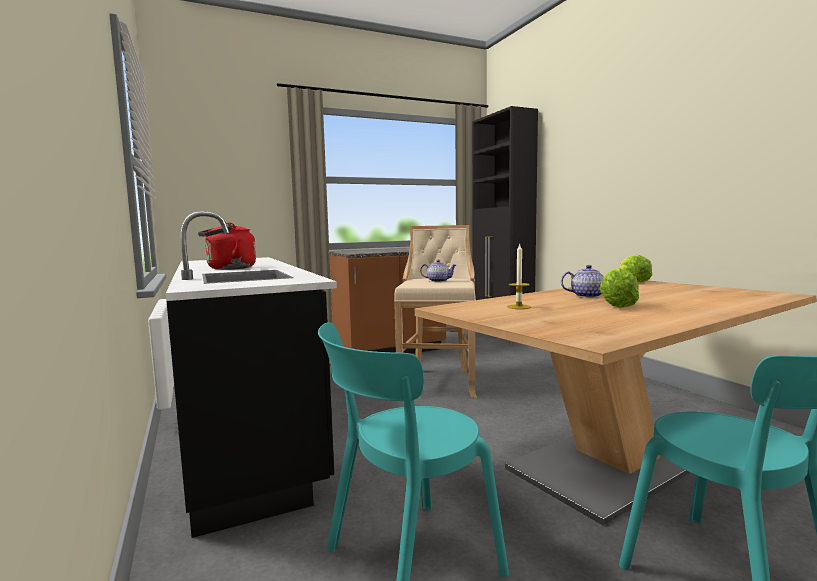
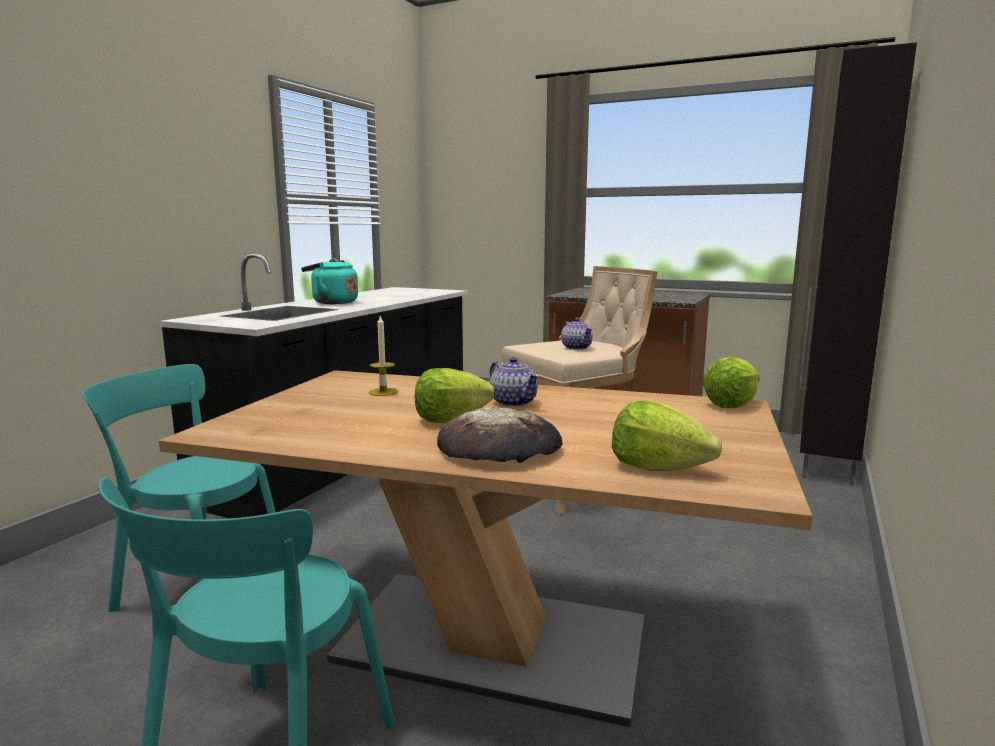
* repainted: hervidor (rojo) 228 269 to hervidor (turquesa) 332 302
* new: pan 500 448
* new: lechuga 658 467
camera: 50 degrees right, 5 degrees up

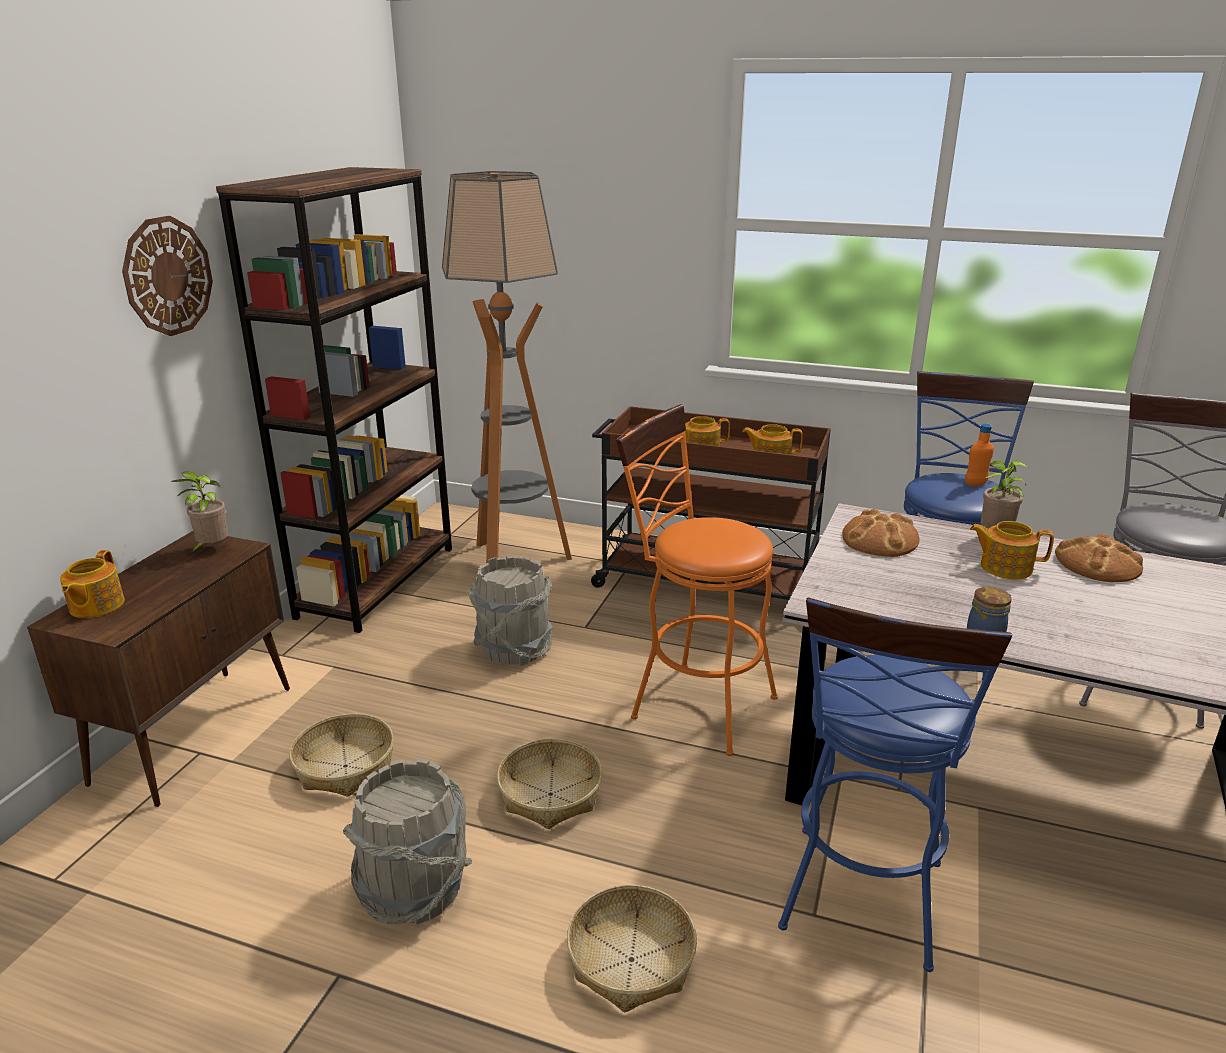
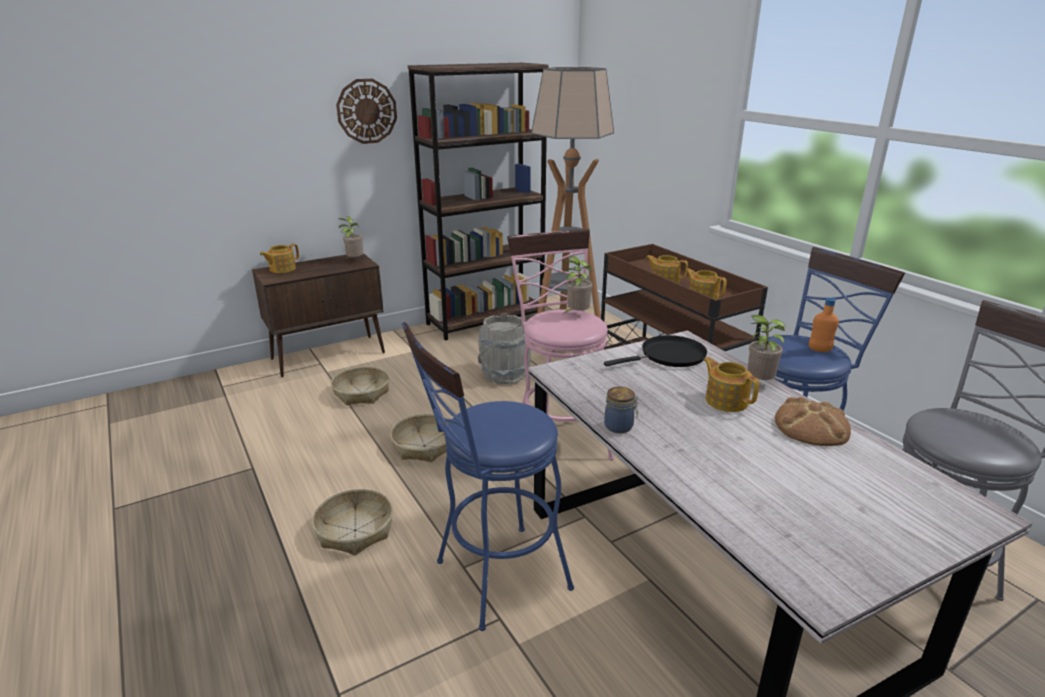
* repainted: taburete (naranja) 693 703 to taburete (rosa) 558 440
* new: planta en maceta 576 315
* swapped: pan 880 539 to sartén (negro) 669 356
* gone: cubo (gris) 415 889
camera: 40 degrees right, 0 degrees up

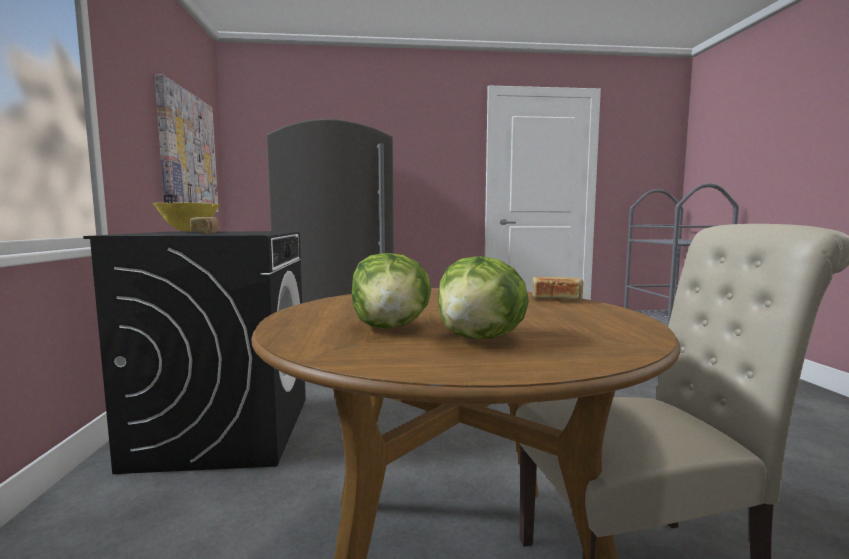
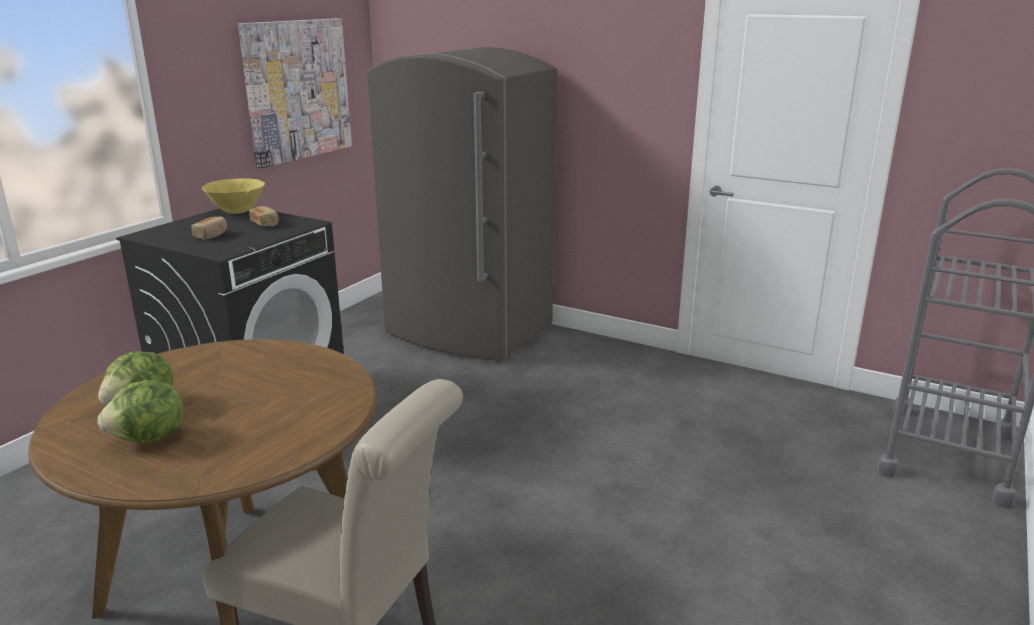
* shifted: pan 556 299 to 265 223
camera: 35 degrees right, 15 degrees up

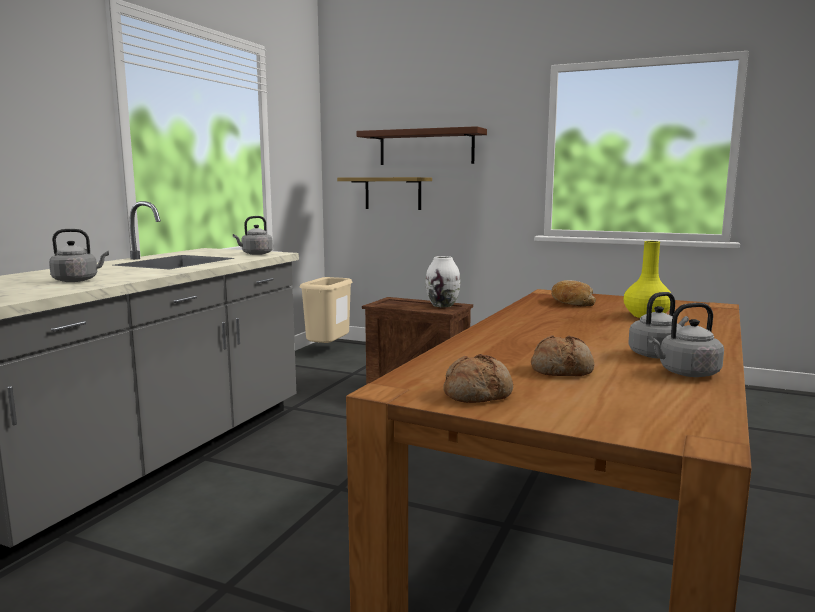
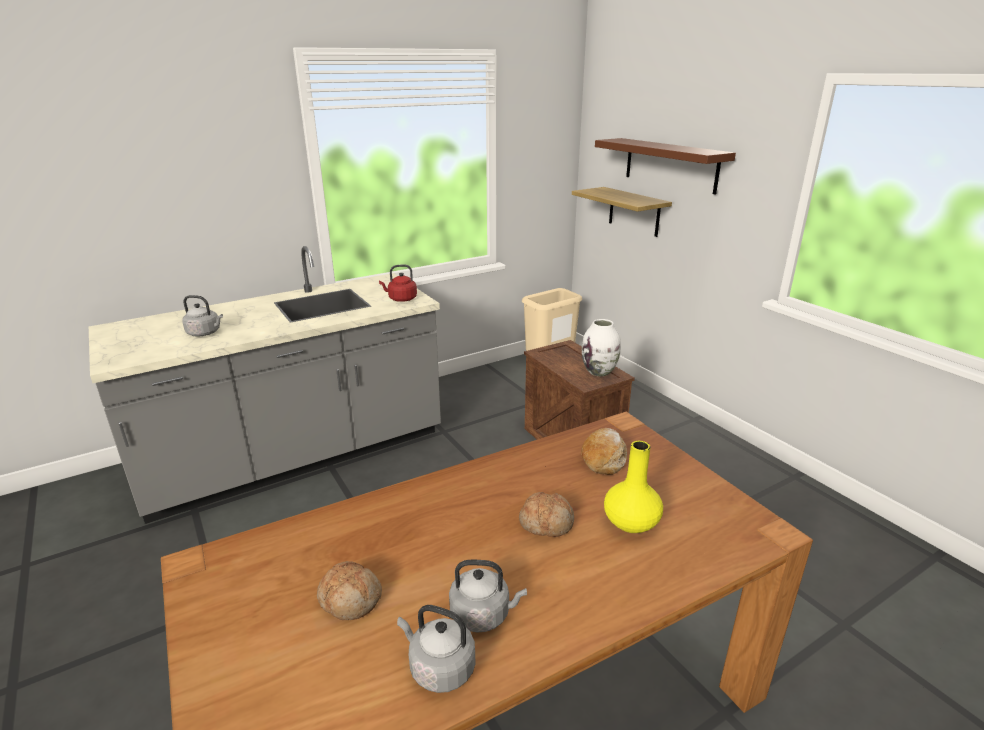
* repainted: hervidor (gris) 255 254 to hervidor (rojo) 401 299
* shifted: pan 477 394 to 547 522
camera: 35 degrees right, 15 degrees up

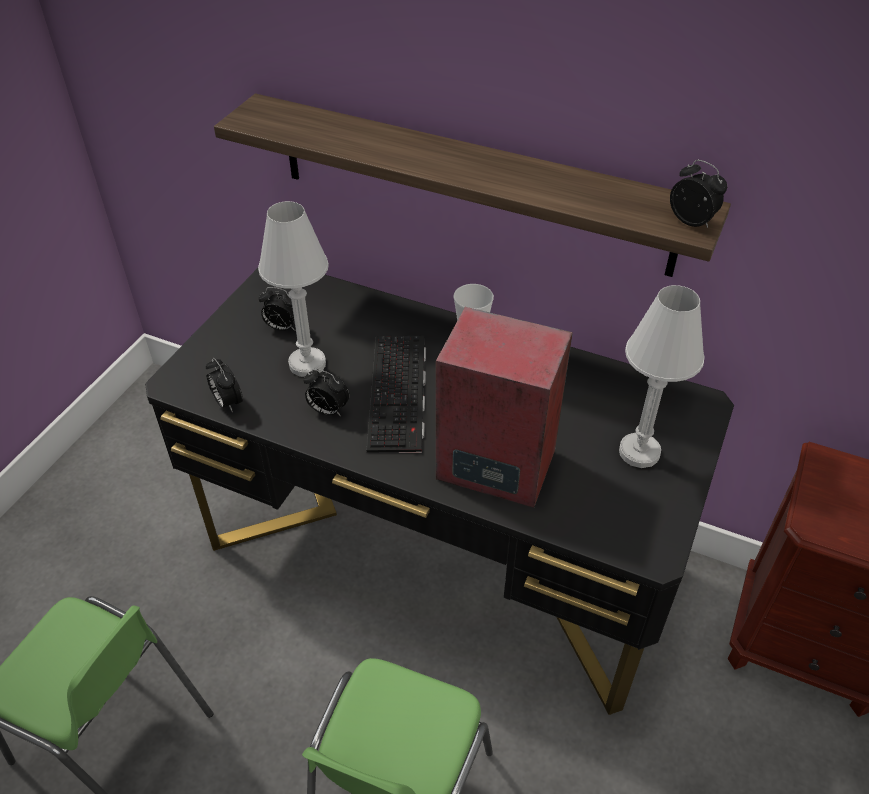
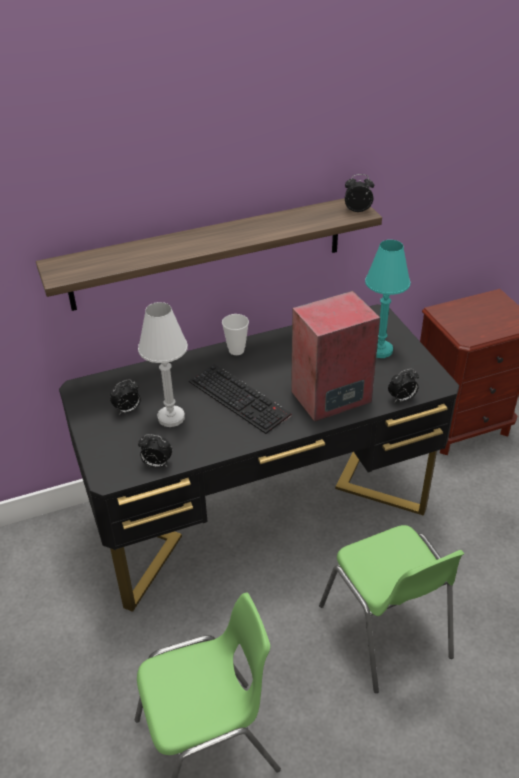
* repainted: lámpara de mesa (blanco) 639 452 to lámpara de mesa (turquesa) 380 350
* shifted: despertador 327 411 to 402 399
camera: 45 degrees left, 5 degrees down

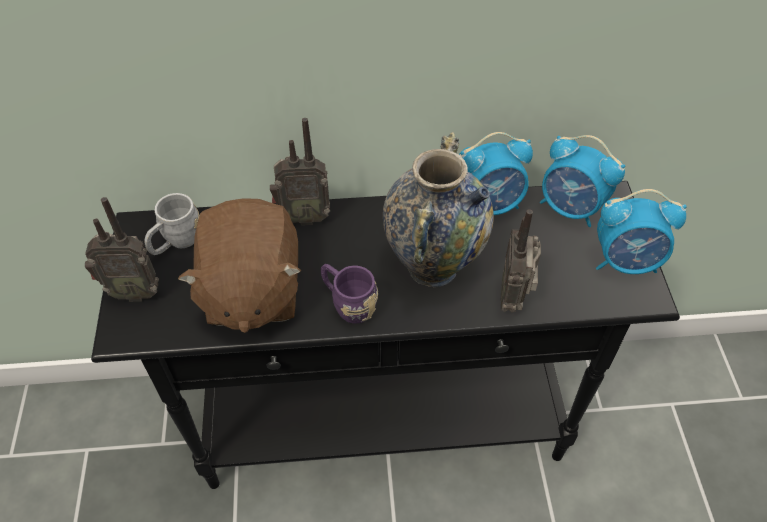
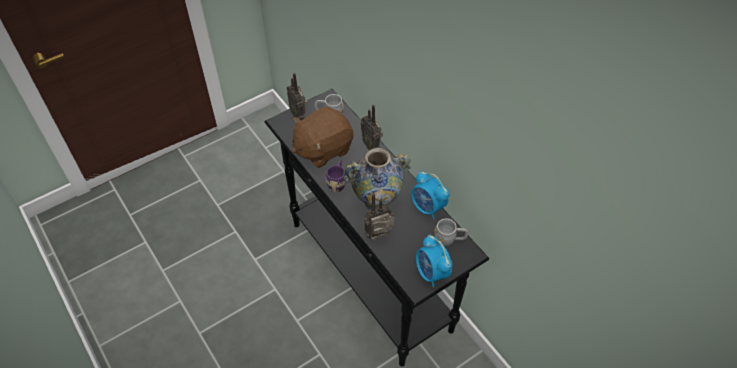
* swapped: despertador 570 208 to taza grande (gris) 449 240
camera: 60 degrees right, 0 degrees up

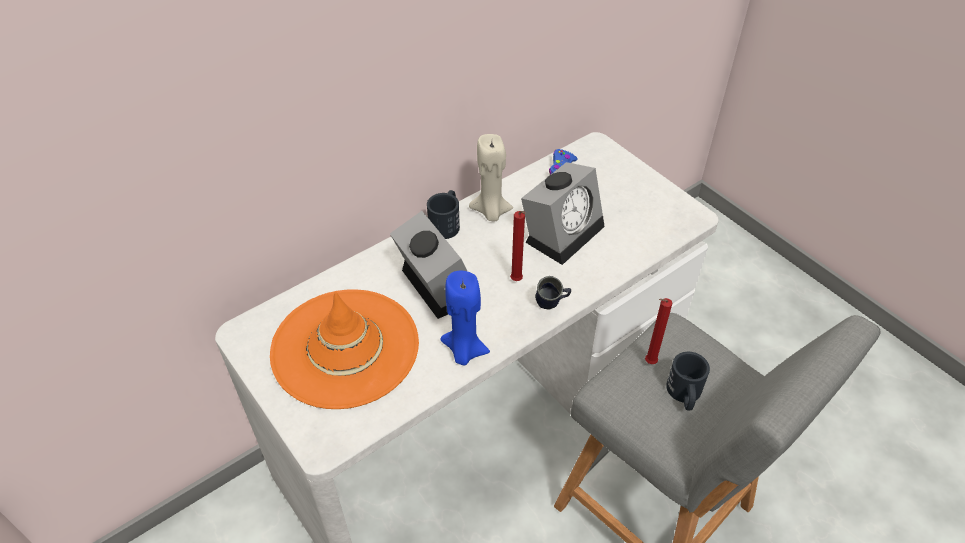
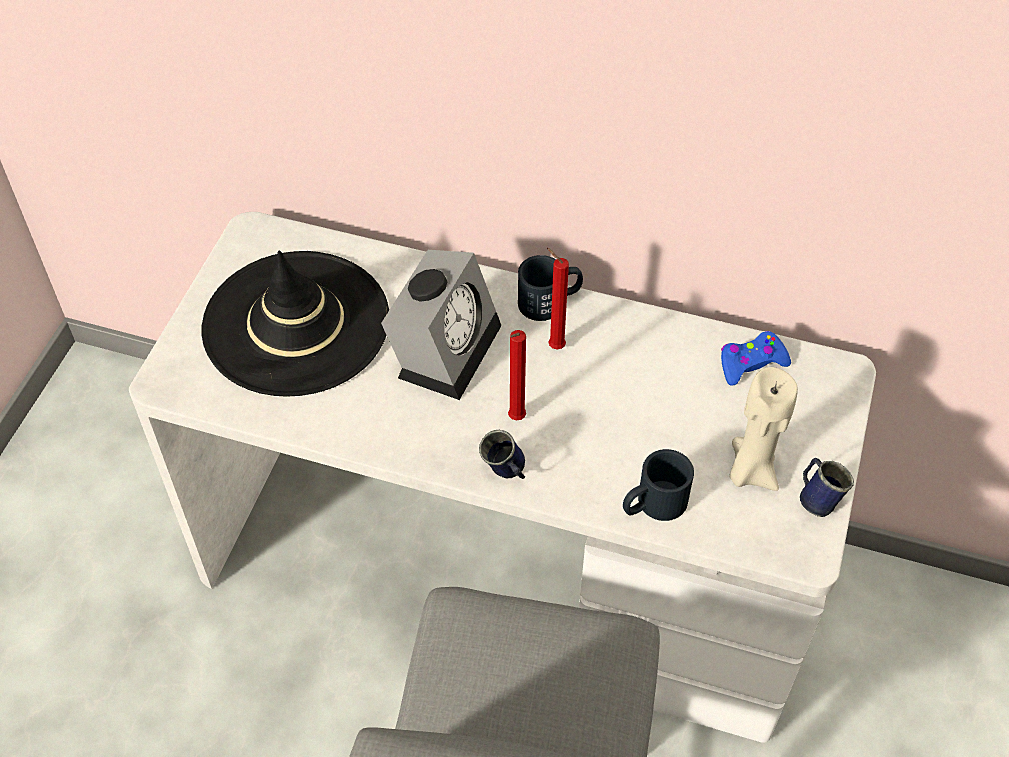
* repainted: sombrero (naranja) 345 347 to sombrero (negro) 296 324
* shifted: vela (rojo) 648 363 to 554 346
* shifted: taza grande (negro) 684 395 to 653 504
* shifted: vela (beis) 491 212 to 750 471
* new: taza grande (azul) 817 498
* gone: vela (azul) 464 351
* gone: despertador 563 231
camera: 55 degrees right, 5 degrees up

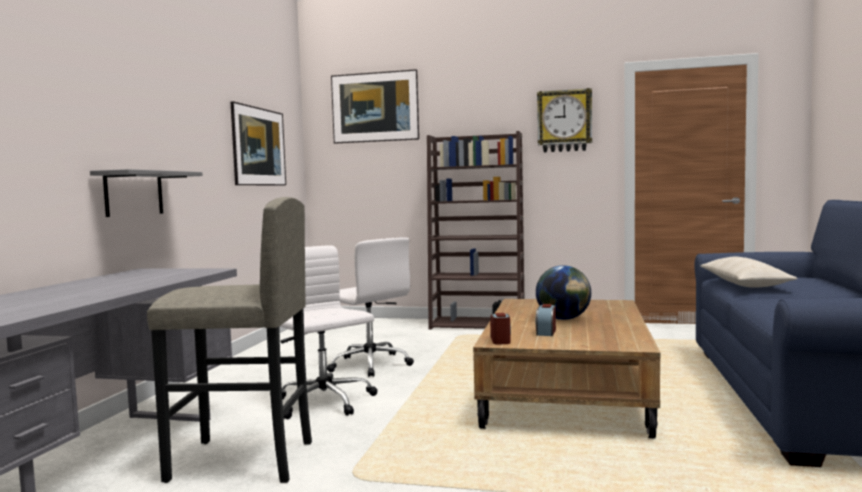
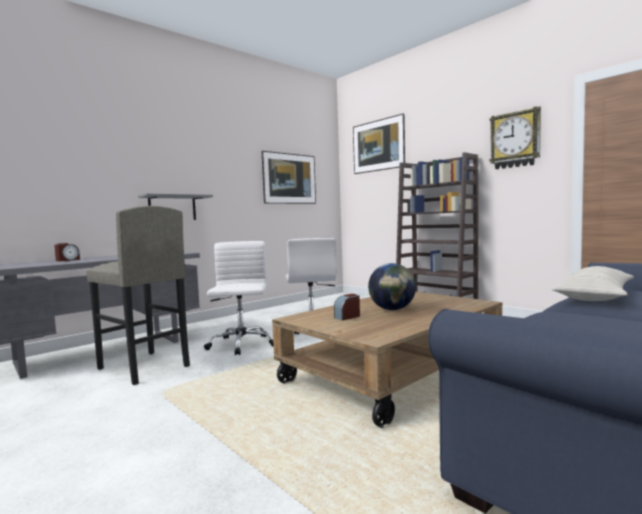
* shifted: despertador 500 340 to 67 260
camera: 35 degrees right, 0 degrees up

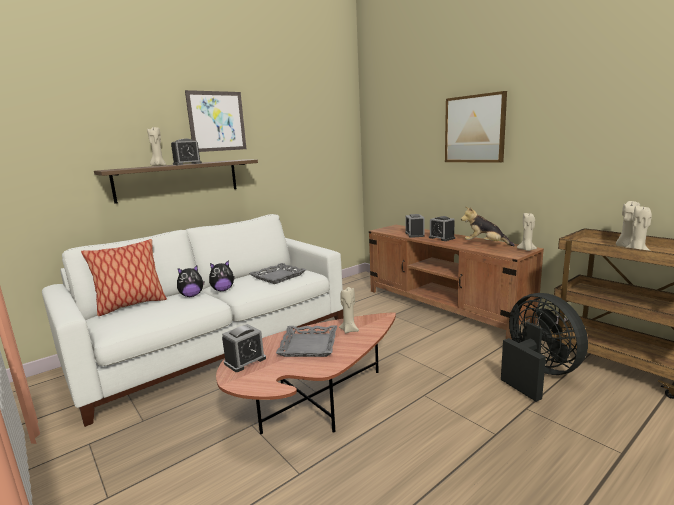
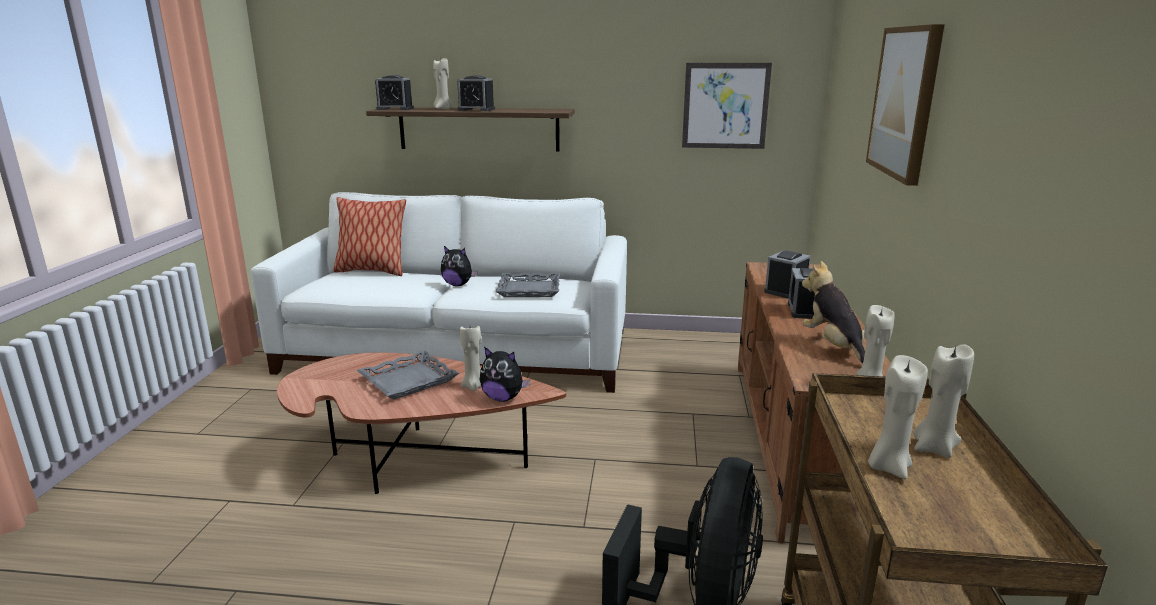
* shifted: despertador 245 361 to 395 109
* shifted: peluche 191 295 to 503 398
* shifted: cuadro 217 121 to 725 106
camera: 45 degrees right, 5 degrees up

